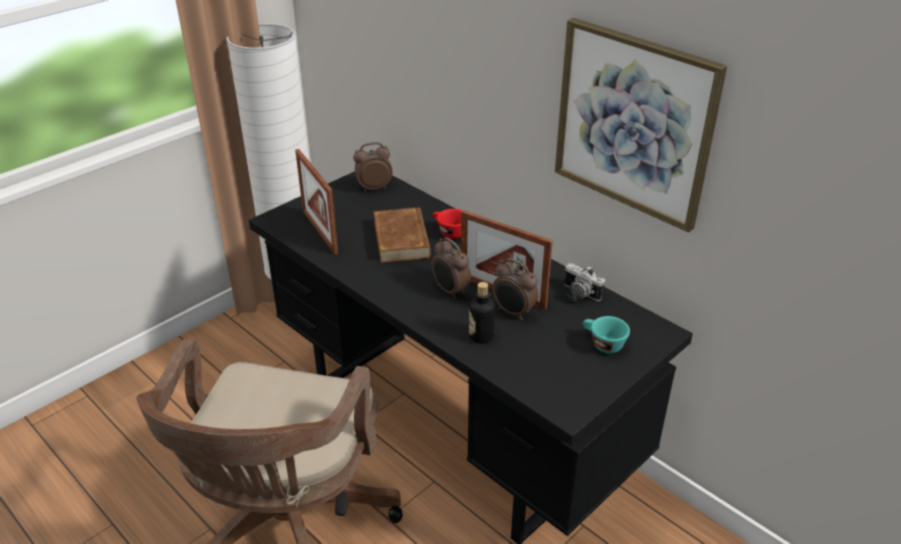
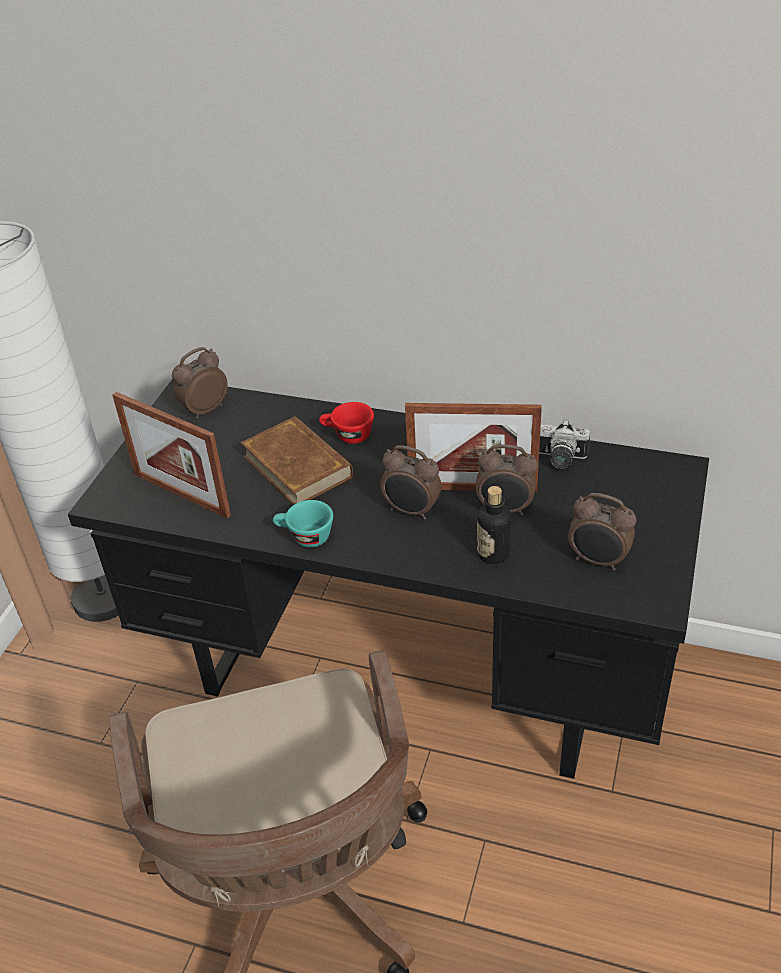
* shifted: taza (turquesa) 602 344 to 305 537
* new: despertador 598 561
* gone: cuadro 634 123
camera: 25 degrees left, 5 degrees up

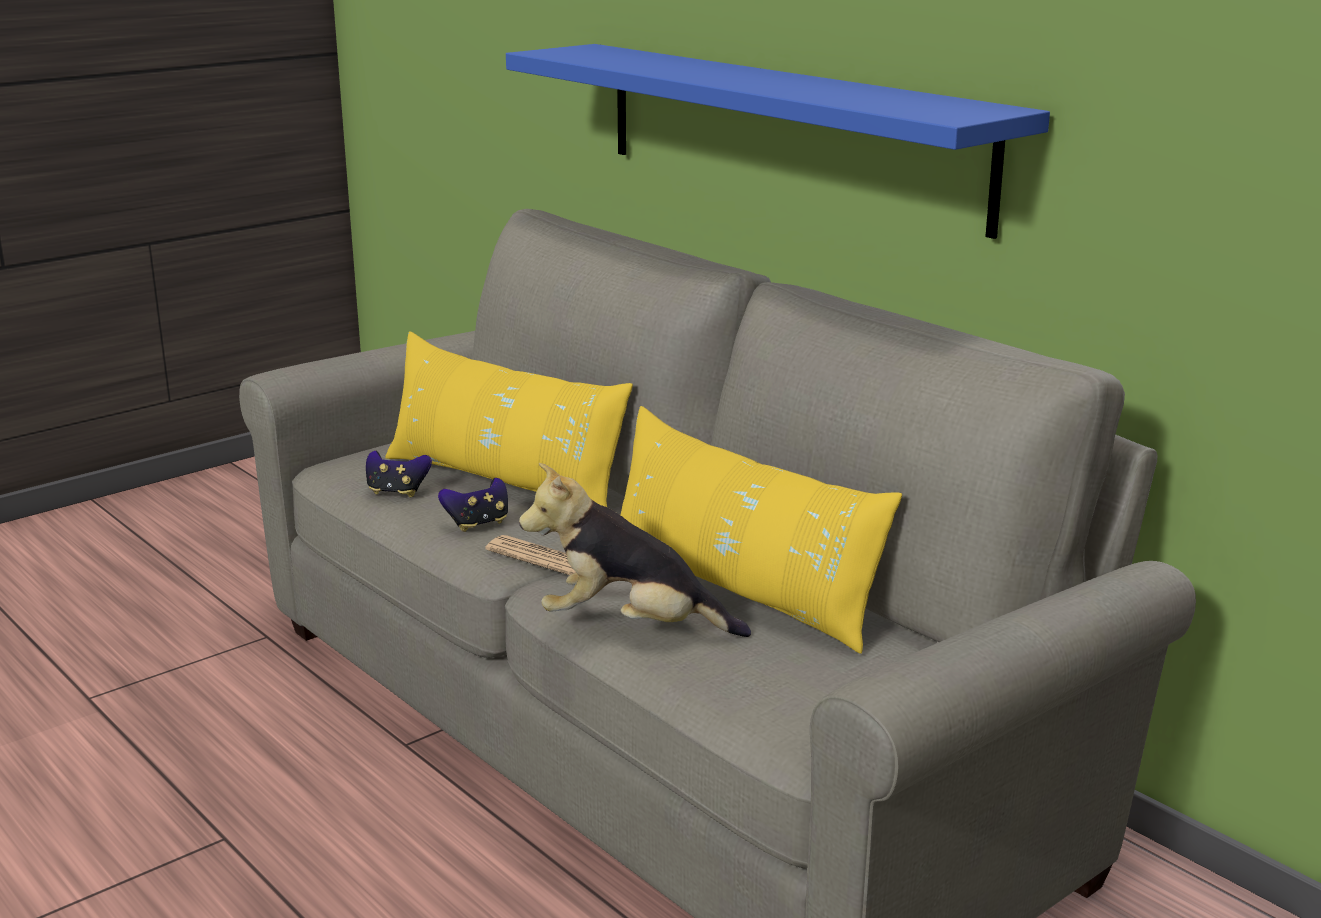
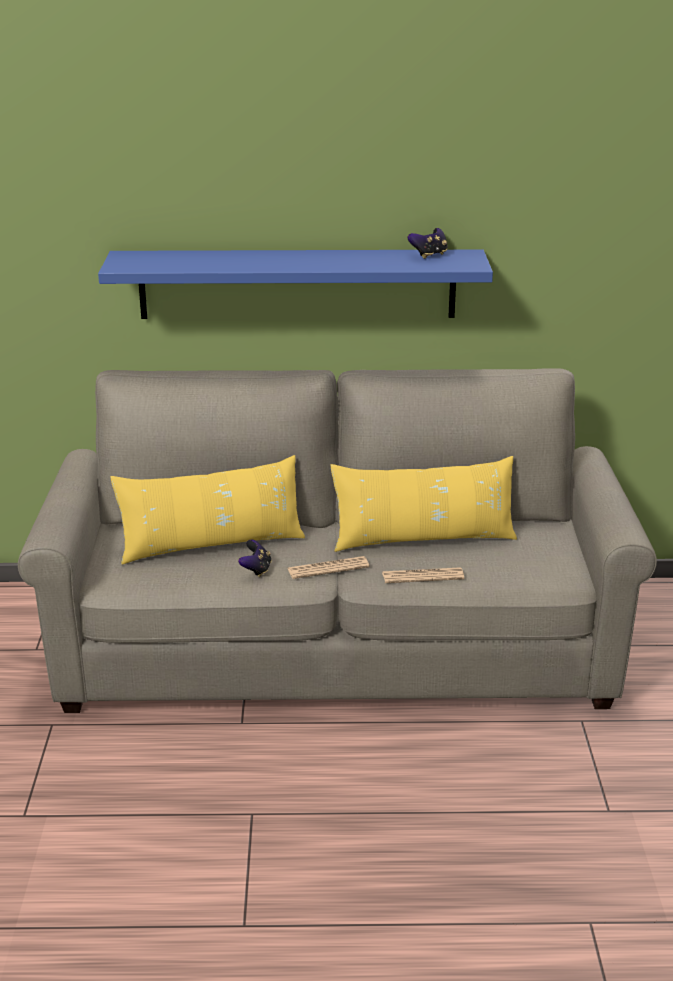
* swapped: peluche 630 627 to periódico 422 576
* shifted: mando de consola 397 492 to 429 255
camera: 50 degrees left, 5 degrees up

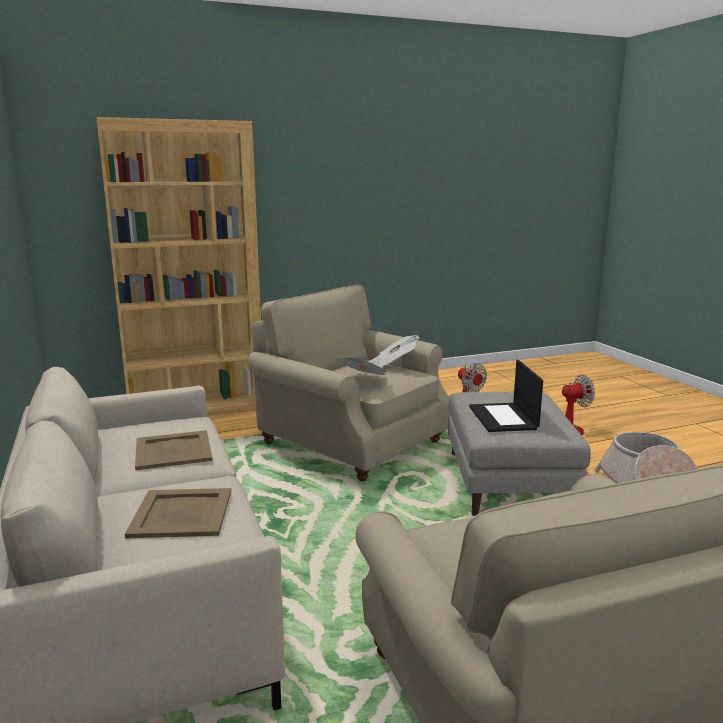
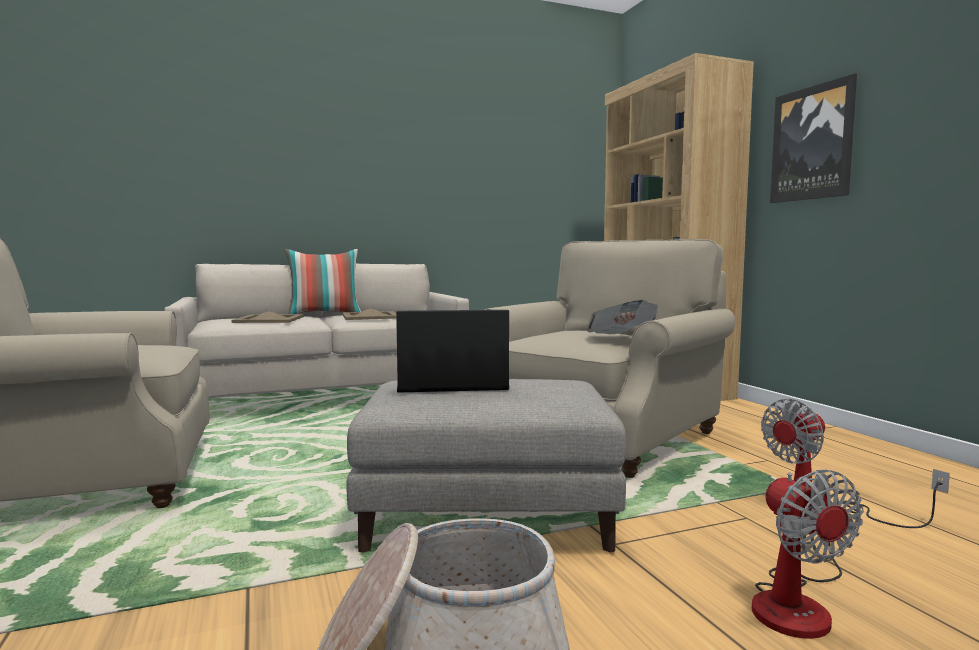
* new: cojín 325 314
* new: cuadro 812 143
* gone: periódico 364 380
camera: 90 degrees right, 10 degrees down

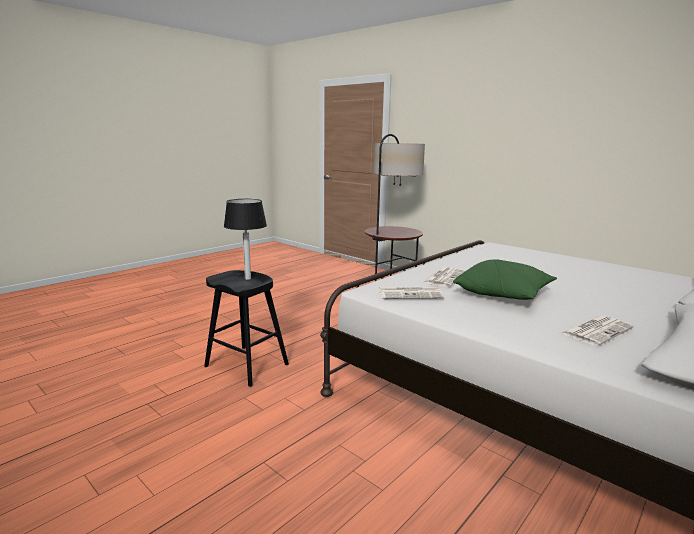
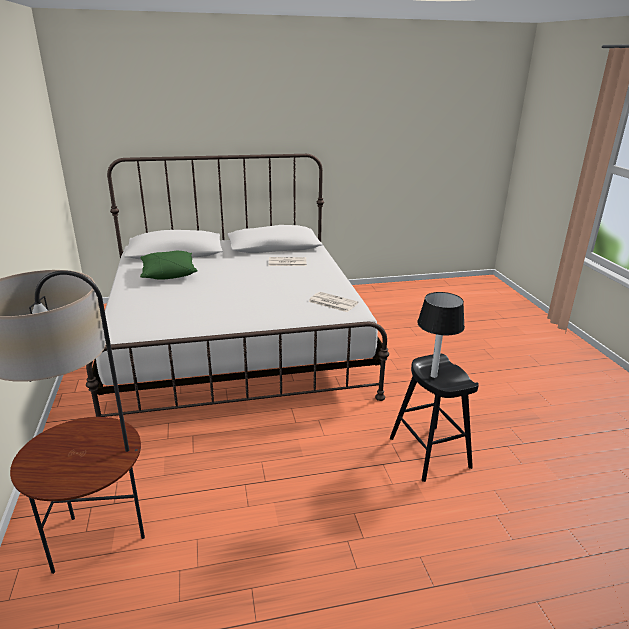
* shifted: cojín (verde) 503 294 to 168 273
* gone: periódico 444 277
camera: 145 degrees left, 10 degrees up

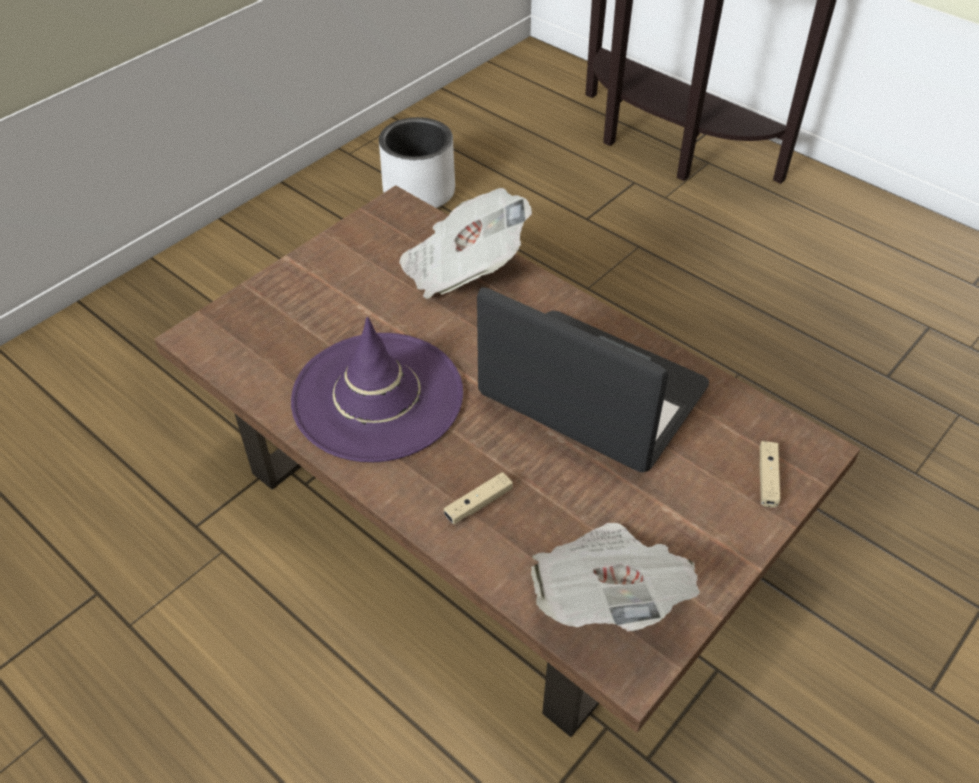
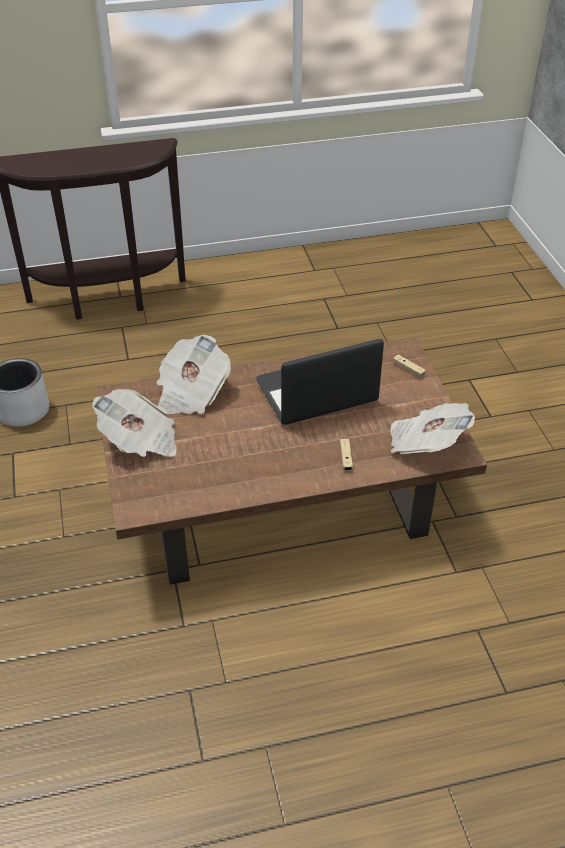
* new: periódico 140 441
* gone: sombrero (morado) 377 396
camera: 55 degrees left, 5 degrees down

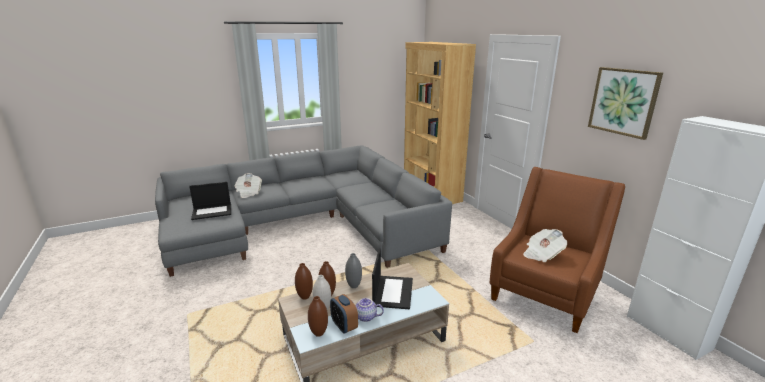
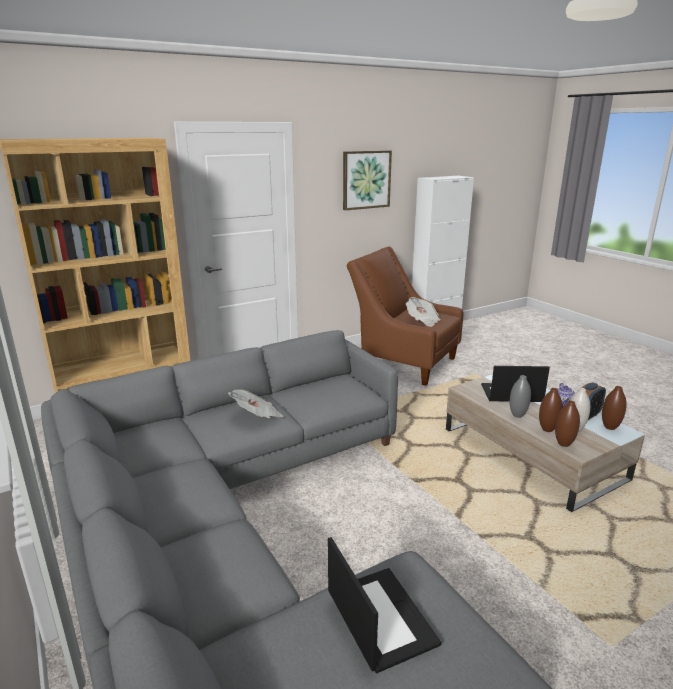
* shifted: periódico 248 192 to 257 416
camera: 95 degrees left, 0 degrees up

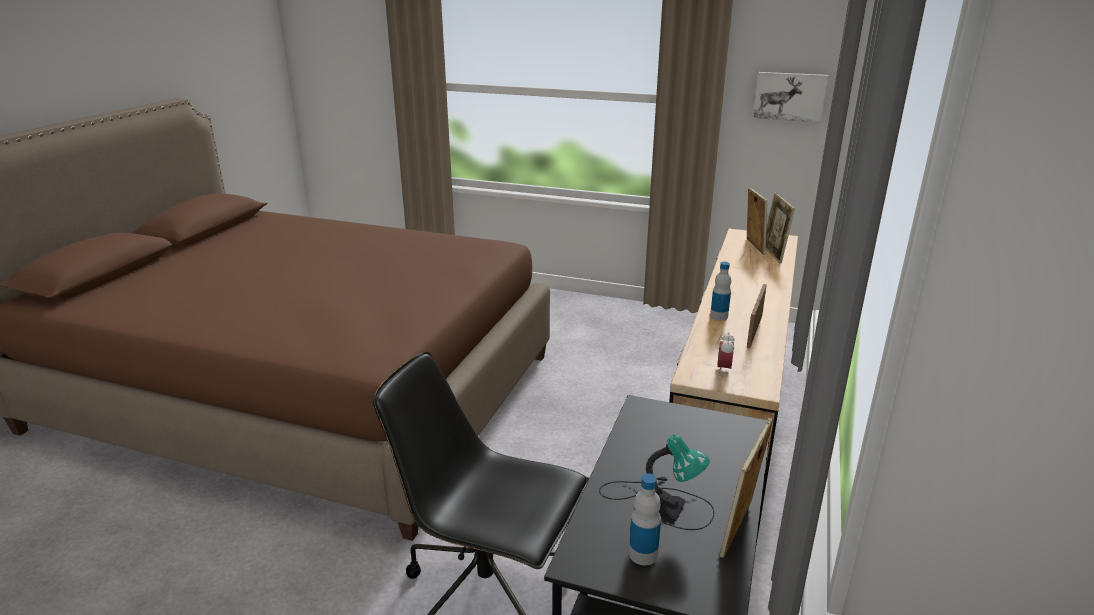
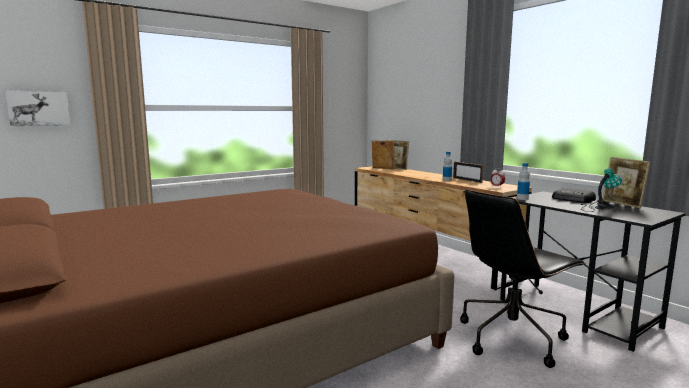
* shifted: cuadro 790 96 to 39 108
* shifted: botella 643 554 to 522 198
* new: radio 573 199
camera: 55 degrees left, 15 degrees down

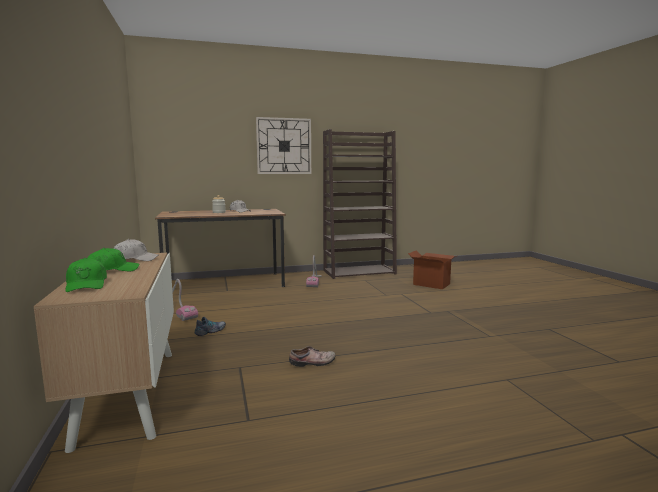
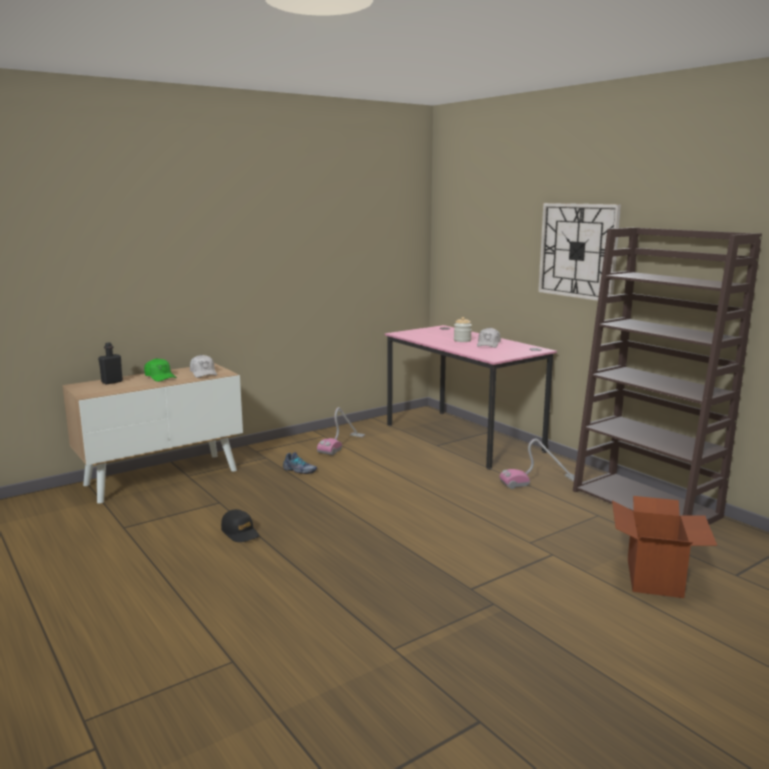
* swapped: gorra (verde) 87 285 to botella (negro) 112 382
* swapped: zapato 313 363 to gorra (negro) 240 532
* repainted: escritorio (marrón) 225 284 to escritorio (rosa) 463 438
camera: 70 degrees right, 5 degrees up

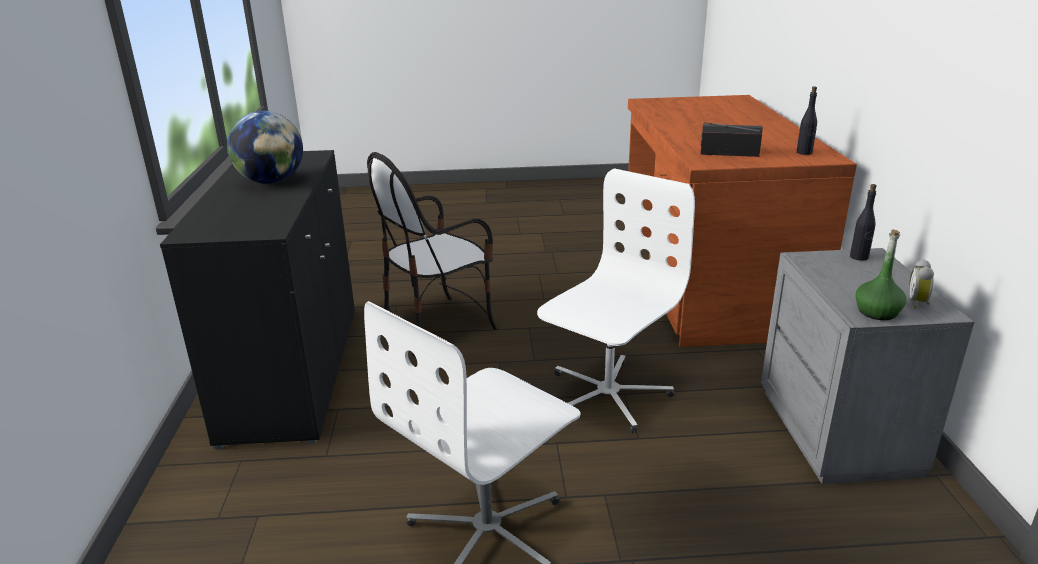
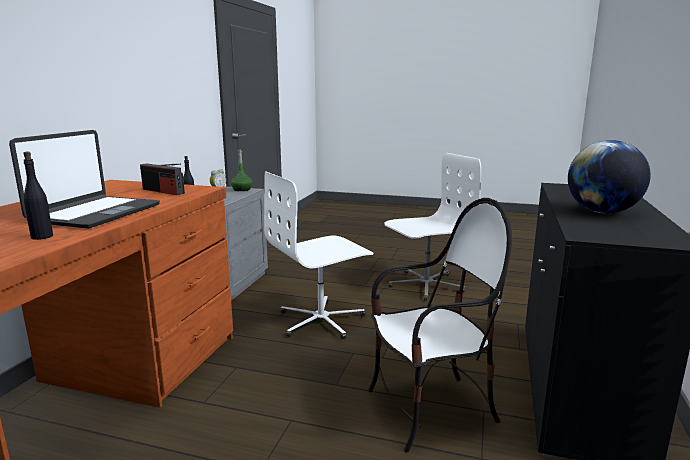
* new: portátil 95 213
* shifted: botella (negro) 804 152 to 42 236
camera: 160 degrees left, 10 degrees down

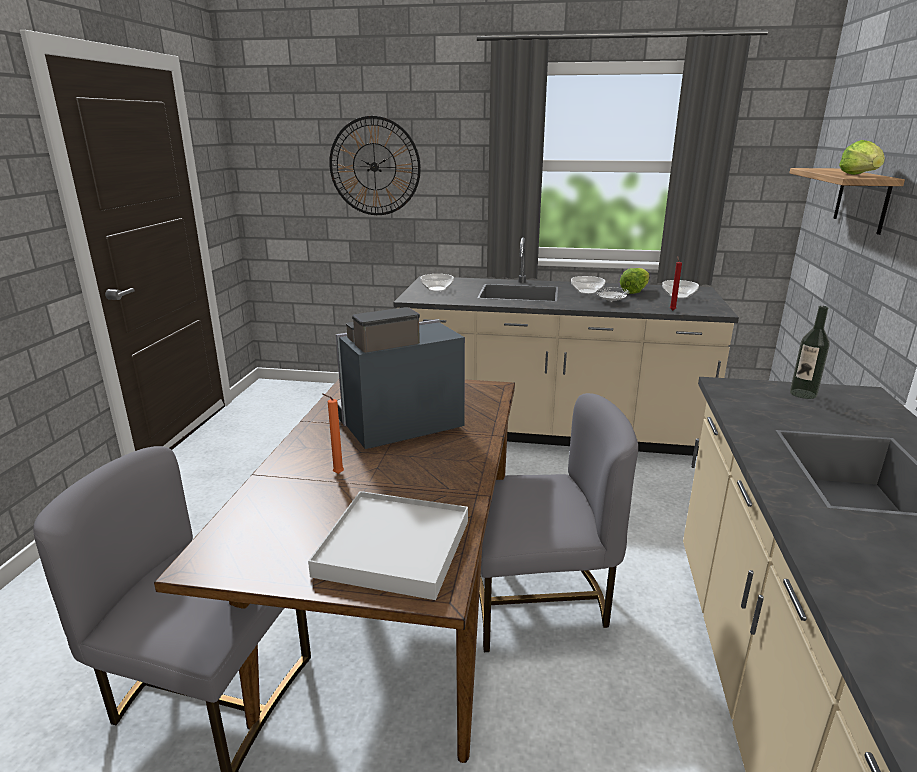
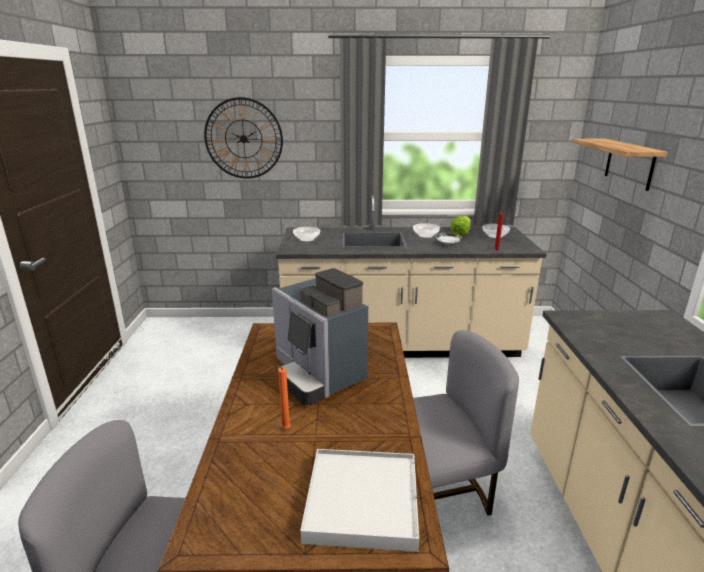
* rotated: cafetera 396 426 = 317 375 90 degrees counterclockwise
* gone: botella 803 394
* gone: lechuga 860 175
camera: 10 degrees left, 0 degrees up

